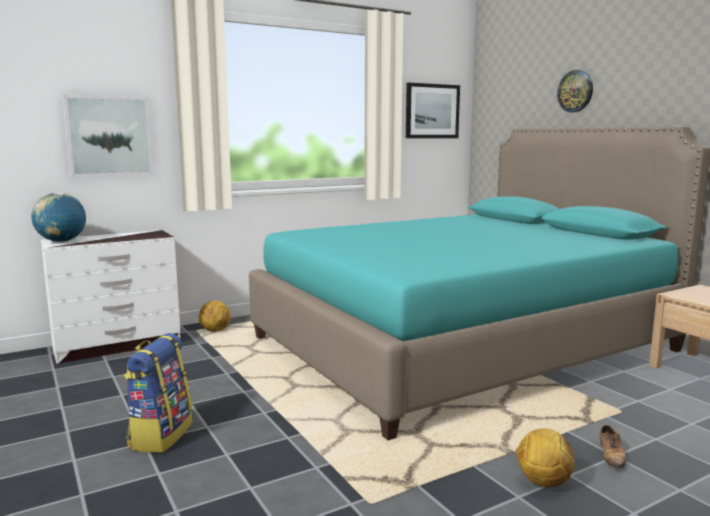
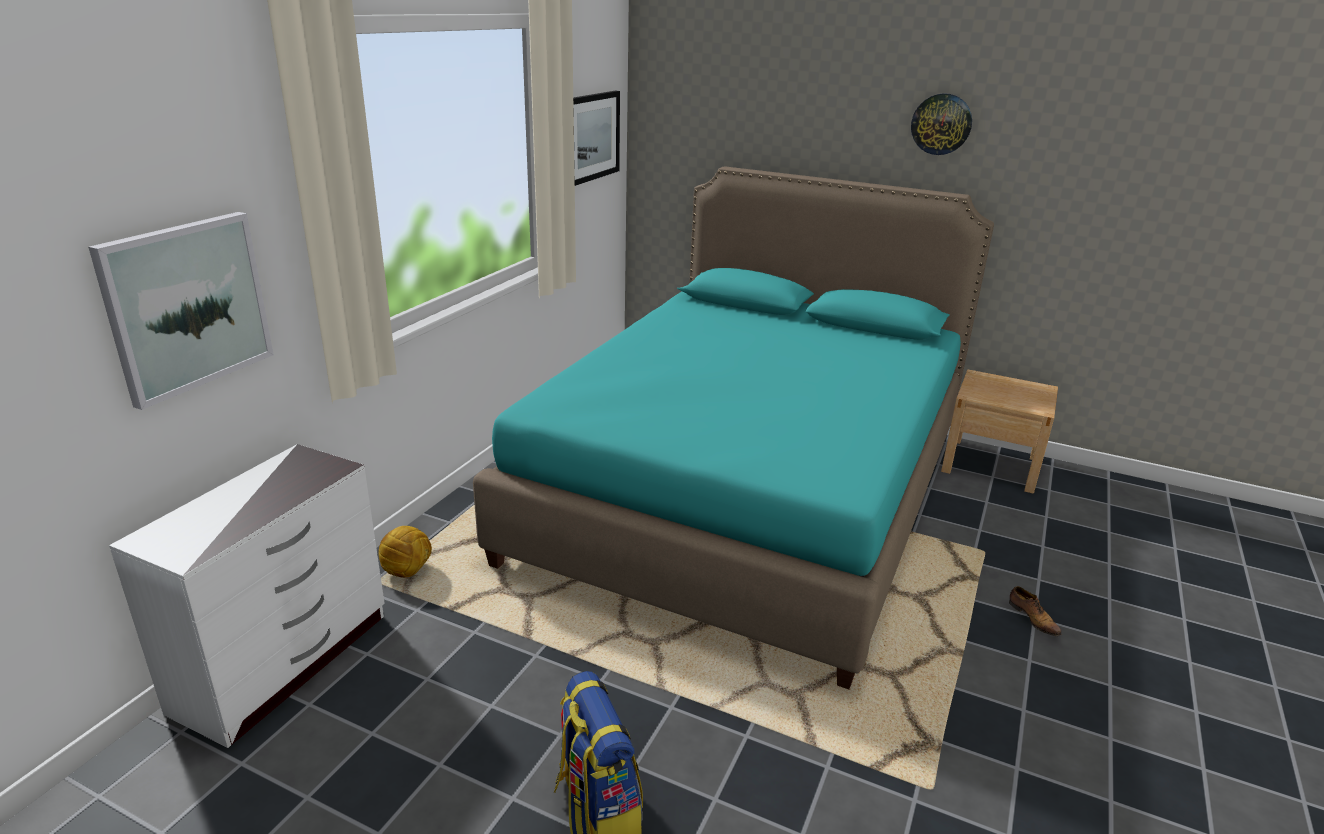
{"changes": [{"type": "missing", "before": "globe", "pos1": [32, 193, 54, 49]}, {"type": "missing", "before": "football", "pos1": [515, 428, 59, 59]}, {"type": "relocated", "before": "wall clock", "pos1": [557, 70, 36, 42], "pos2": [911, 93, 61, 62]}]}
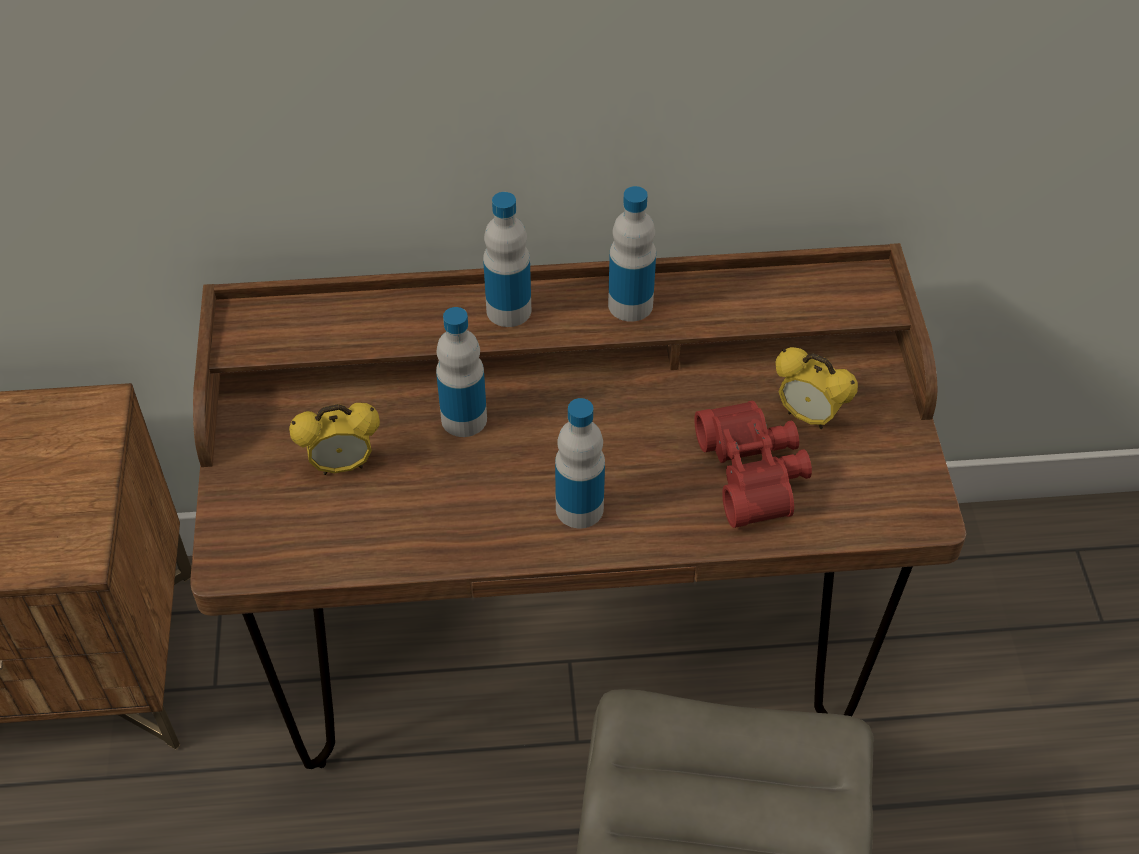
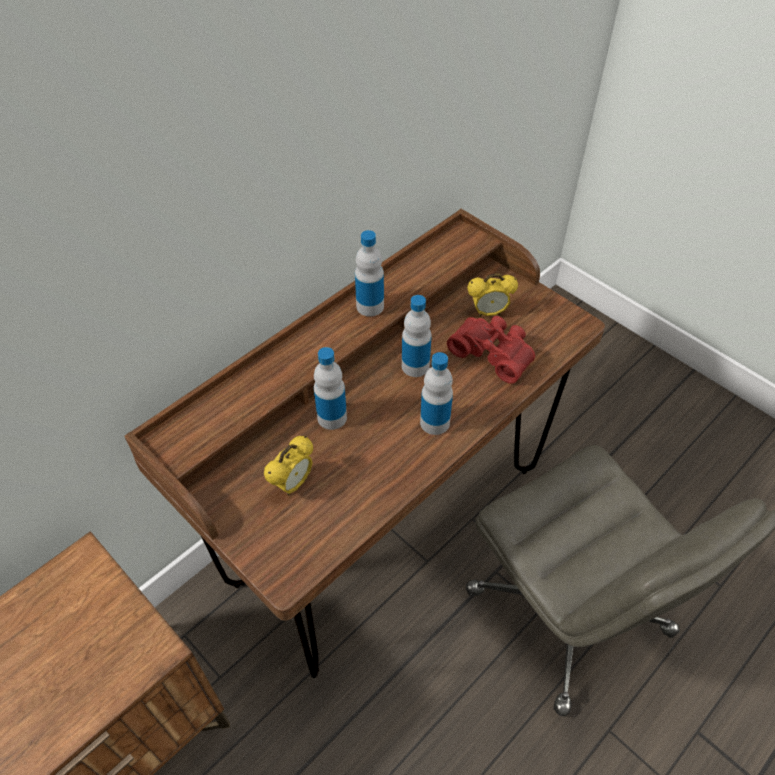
{"changes": [{"type": "relocated", "before": "bottle", "pos1": [483, 192, 48, 135], "pos2": [402, 295, 30, 82]}]}
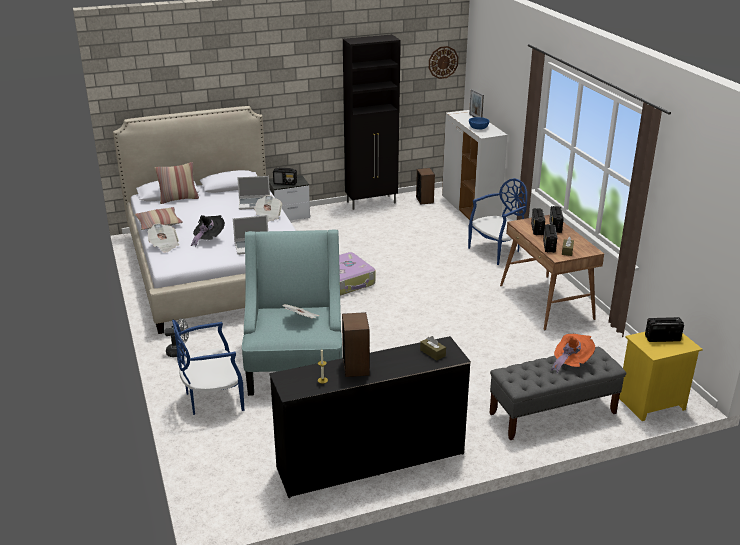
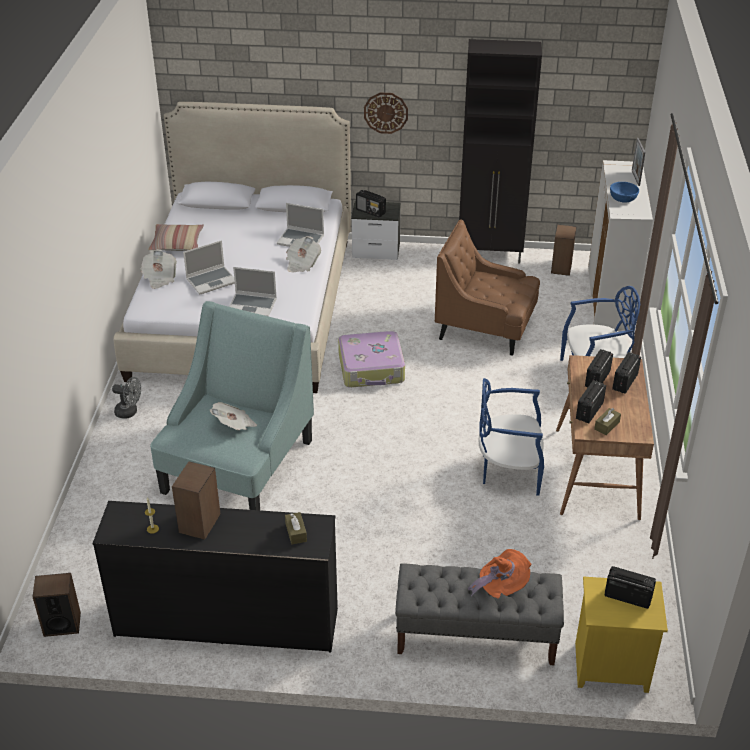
{"changes": [{"type": "missing", "before": "pillow", "pos1": [155, 162, 44, 42]}, {"type": "appeared", "after": "speaker", "pos2": [32, 573, 49, 64]}, {"type": "appeared", "after": "armchair (brown)", "pos2": [435, 220, 105, 136]}, {"type": "relocated", "before": "chair (blue)", "pos1": [172, 320, 72, 95], "pos2": [478, 378, 66, 118]}, {"type": "relocated", "before": "wall clock", "pos1": [429, 46, 29, 33], "pos2": [364, 92, 44, 42]}, {"type": "exchanged", "before": "hat (black)", "after": "laptop", "pos1": [191, 215, 34, 33], "pos2": [183, 240, 52, 54]}]}
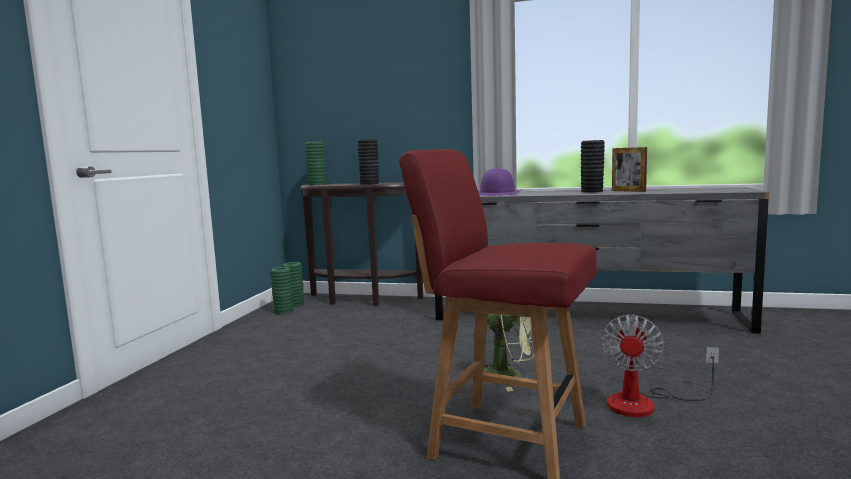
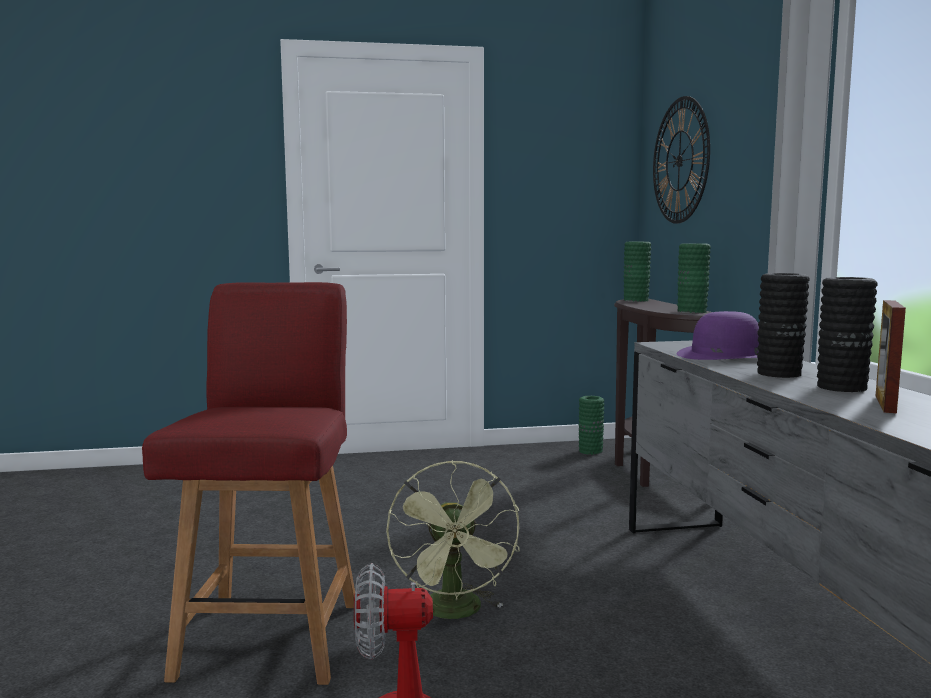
{"changes": [{"type": "appeared", "after": "wall clock", "pos2": [653, 96, 57, 128]}, {"type": "relocated", "before": "vase (green)", "pos1": [270, 267, 24, 47], "pos2": [677, 243, 34, 70]}, {"type": "relocated", "before": "vase (black)", "pos1": [358, 139, 21, 46], "pos2": [757, 273, 52, 105]}]}
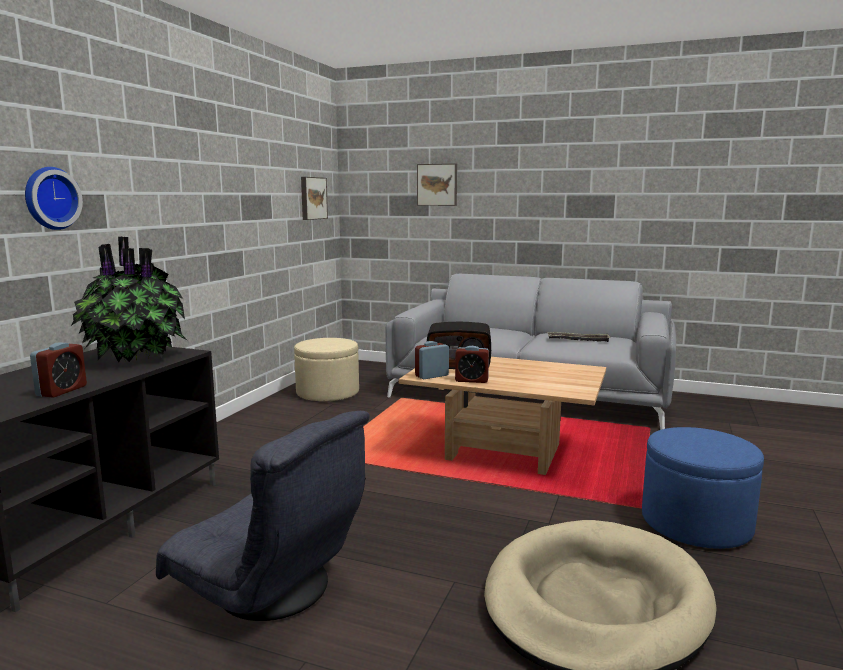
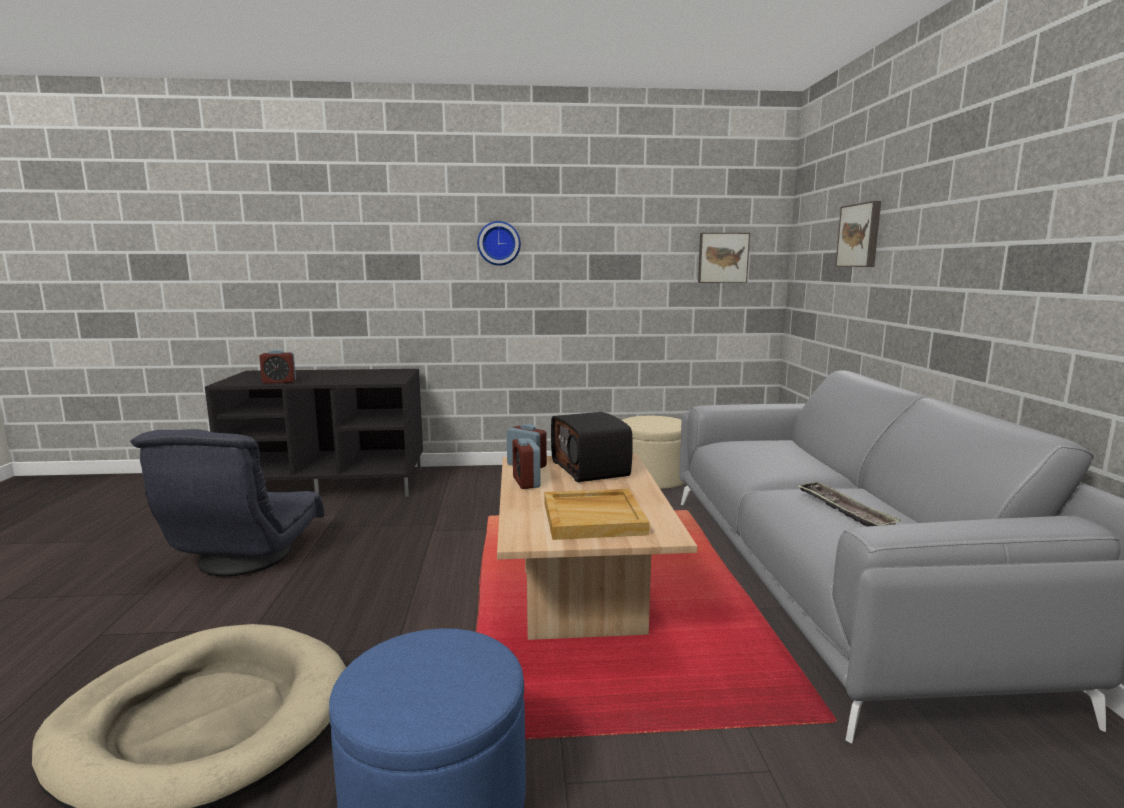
{"changes": [{"type": "missing", "before": "potted plant", "pos1": [71, 237, 117, 126]}, {"type": "appeared", "after": "tray (beige)", "pos2": [544, 489, 106, 51]}, {"type": "relocated", "before": "wall clock", "pos1": [25, 167, 58, 63], "pos2": [477, 221, 44, 45]}]}
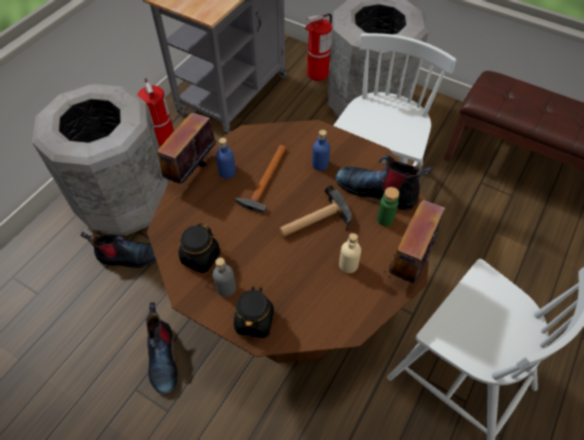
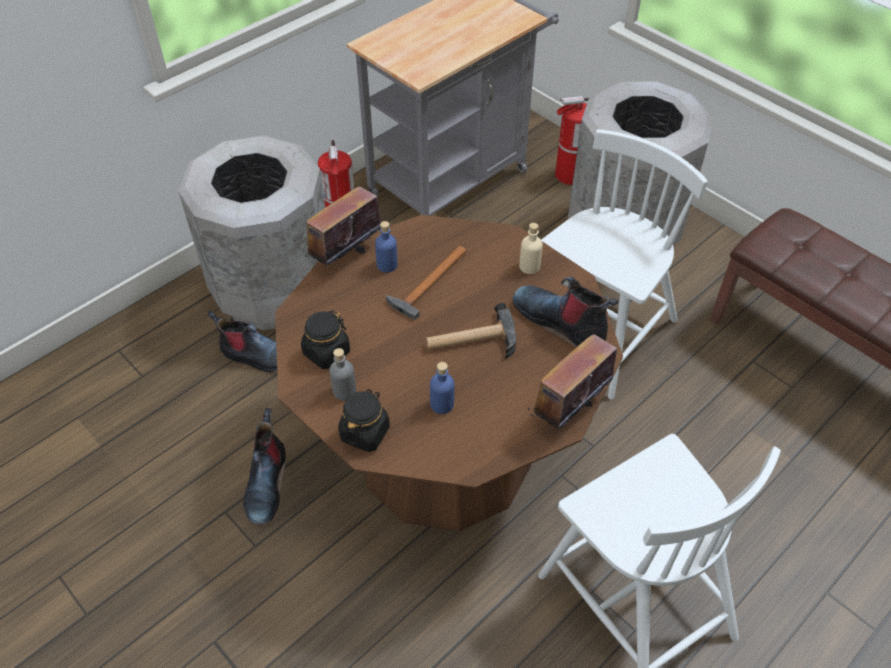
{"changes": [{"type": "missing", "before": "bottle (green)", "pos1": [377, 187, 22, 39]}, {"type": "relocated", "before": "bottle (blue)", "pos1": [312, 130, 18, 40], "pos2": [430, 362, 24, 52]}, {"type": "relocated", "before": "bottle (beige)", "pos1": [339, 233, 22, 40], "pos2": [519, 223, 24, 51]}]}
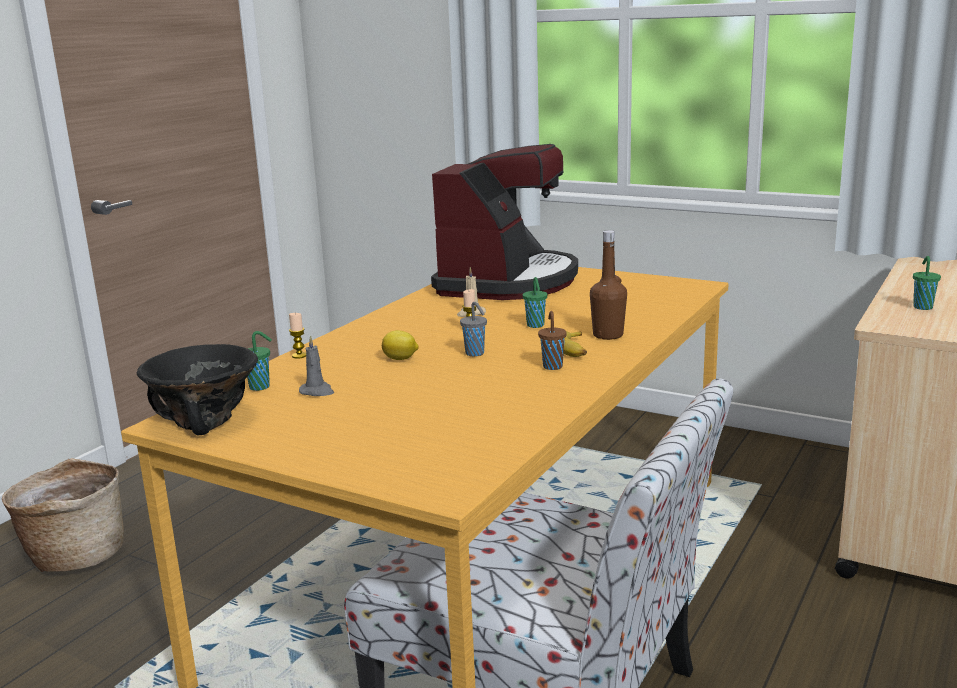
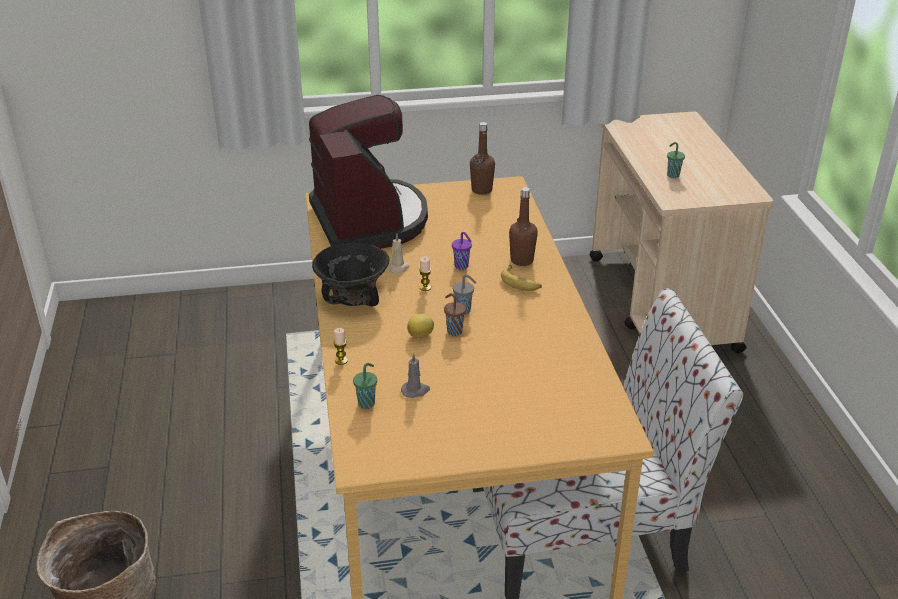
{"changes": [{"type": "appeared", "after": "bottle (brown)", "pos2": [470, 122, 25, 73]}, {"type": "relocated", "before": "bowl (black)", "pos1": [137, 344, 121, 92], "pos2": [312, 242, 78, 65]}, {"type": "relocated", "before": "cup (brown)", "pos1": [538, 311, 29, 59], "pos2": [444, 293, 22, 43]}, {"type": "colour", "before": "cup (green)", "after": "cup (purple)", "pos1": [523, 277, 24, 51], "pos2": [452, 232, 20, 38]}]}
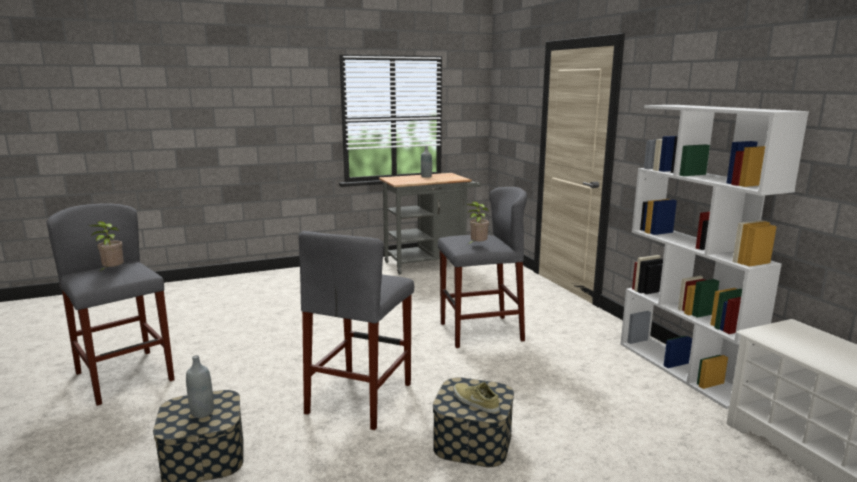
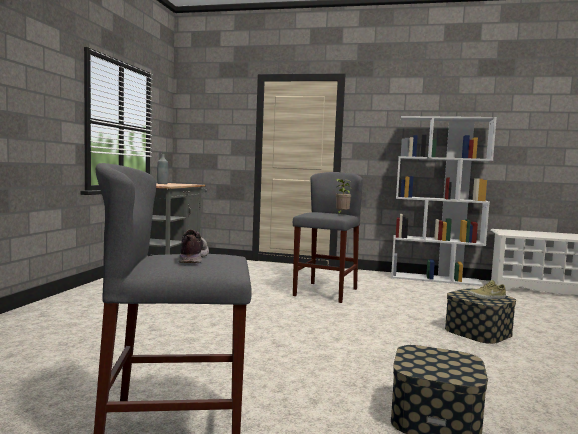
{"changes": [{"type": "missing", "before": "bottle (grey)", "pos1": [186, 355, 28, 63]}, {"type": "missing", "before": "stool (grey)", "pos1": [299, 231, 115, 199]}, {"type": "exchanged", "before": "potted plant", "after": "shoe", "pos1": [89, 221, 35, 51], "pos2": [179, 229, 30, 34]}]}
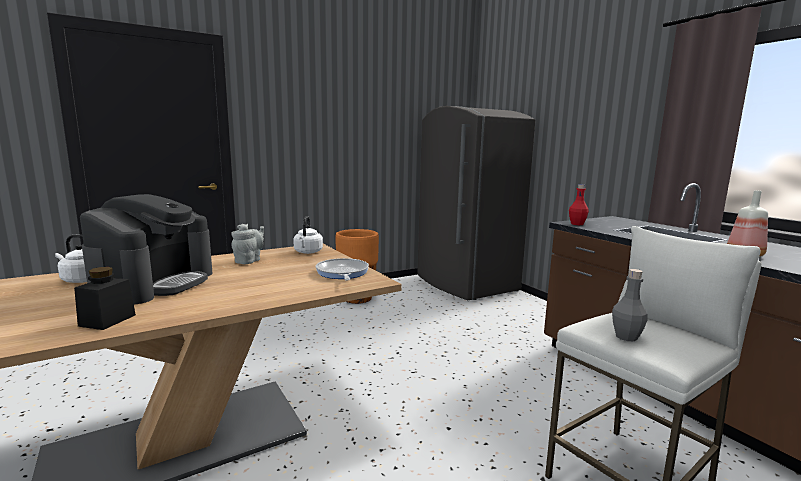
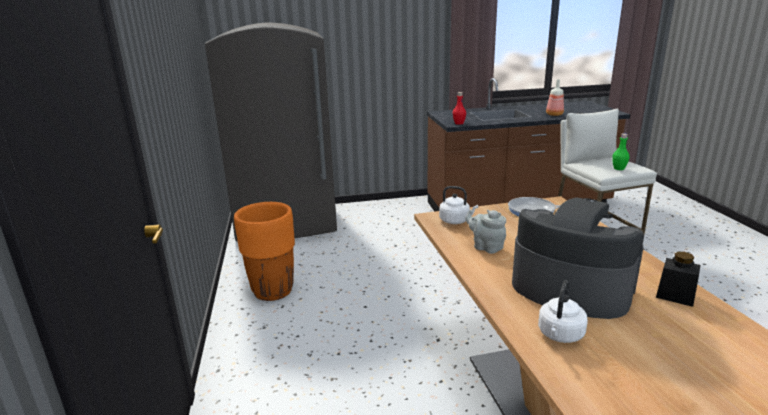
{"changes": [{"type": "colour", "before": "bottle (grey)", "after": "bottle (green)", "pos1": [612, 269, 36, 72], "pos2": [612, 133, 17, 37]}]}
